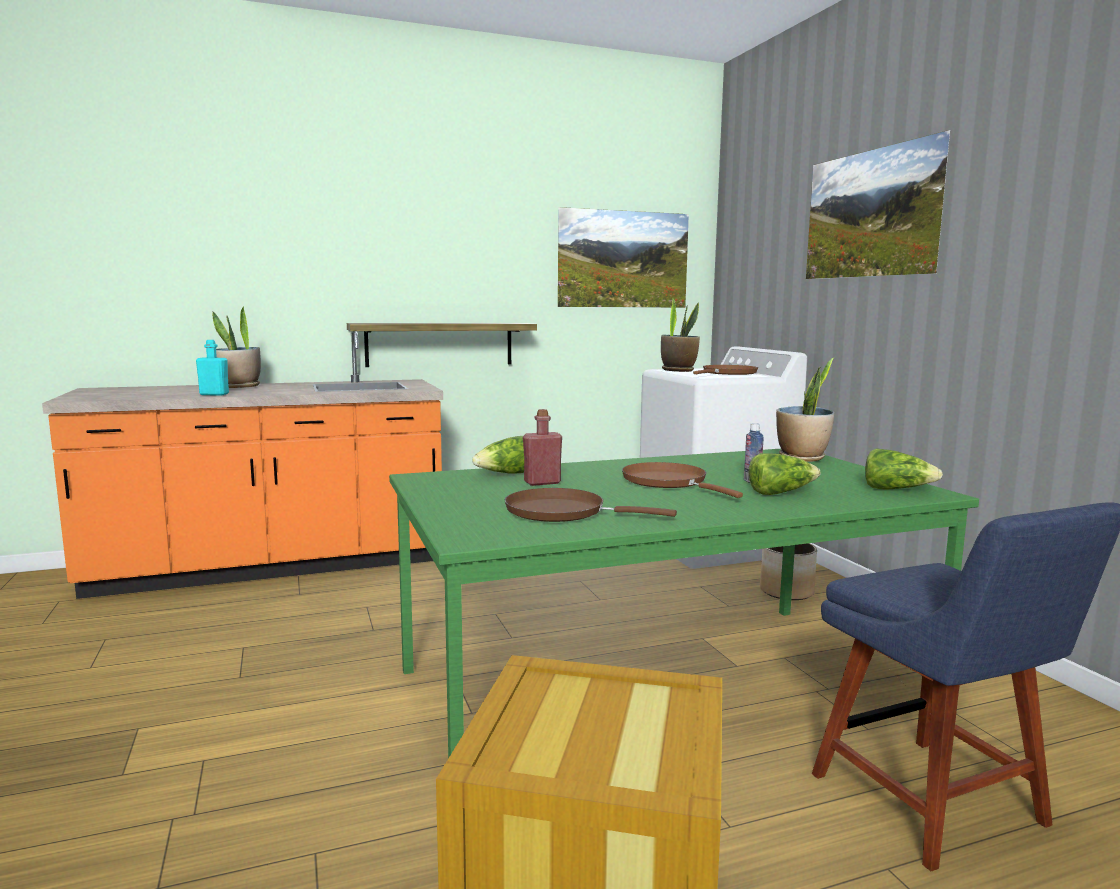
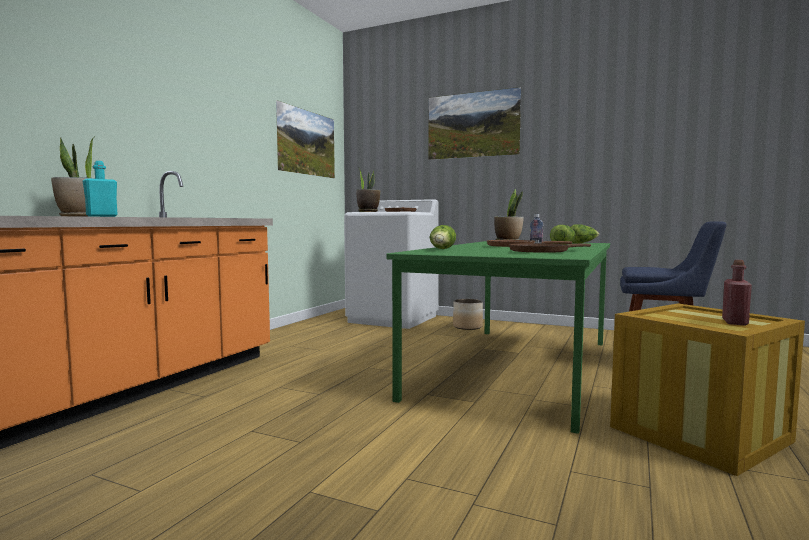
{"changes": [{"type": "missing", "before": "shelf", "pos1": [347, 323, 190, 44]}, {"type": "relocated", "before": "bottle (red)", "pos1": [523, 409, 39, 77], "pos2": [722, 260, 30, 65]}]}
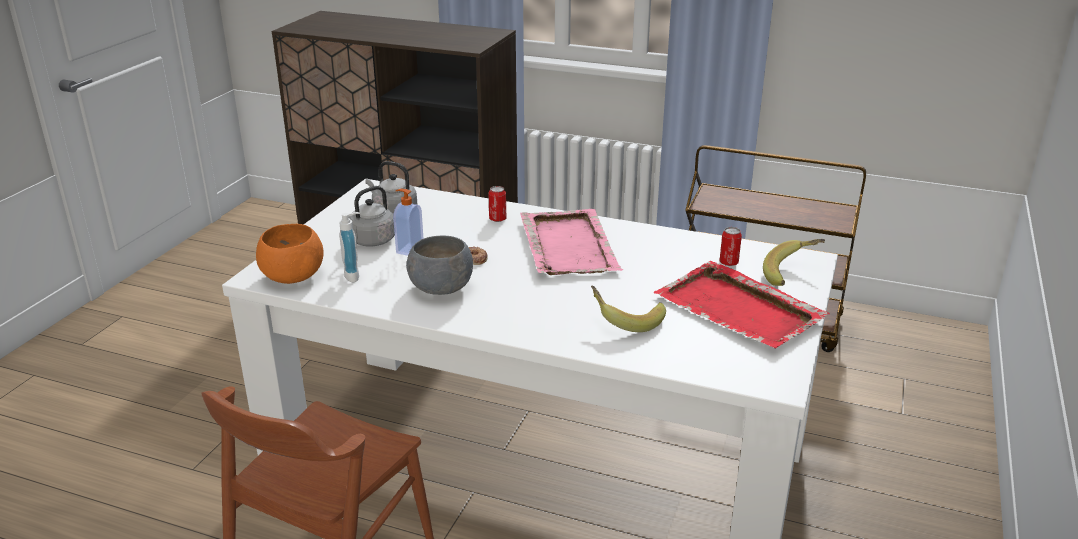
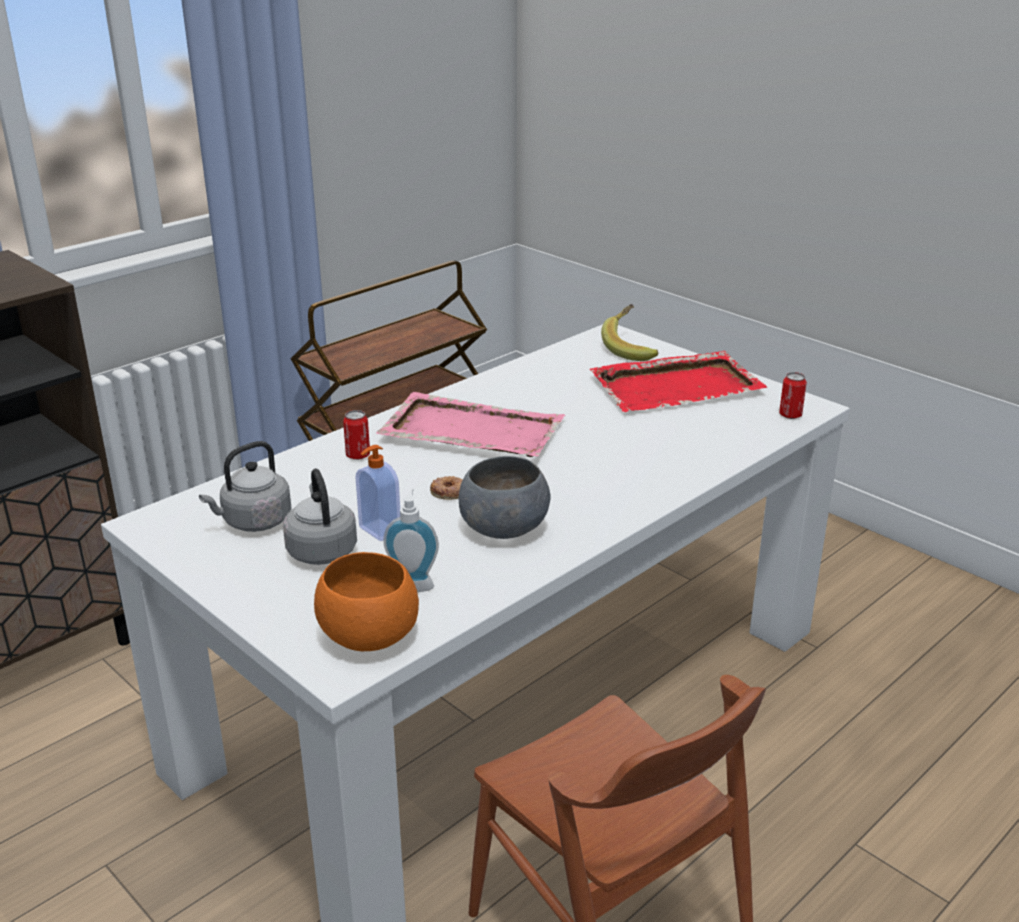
{"changes": [{"type": "missing", "before": "banana", "pos1": [591, 286, 75, 46]}, {"type": "relocated", "before": "can", "pos1": [719, 227, 23, 39], "pos2": [779, 372, 28, 47]}]}
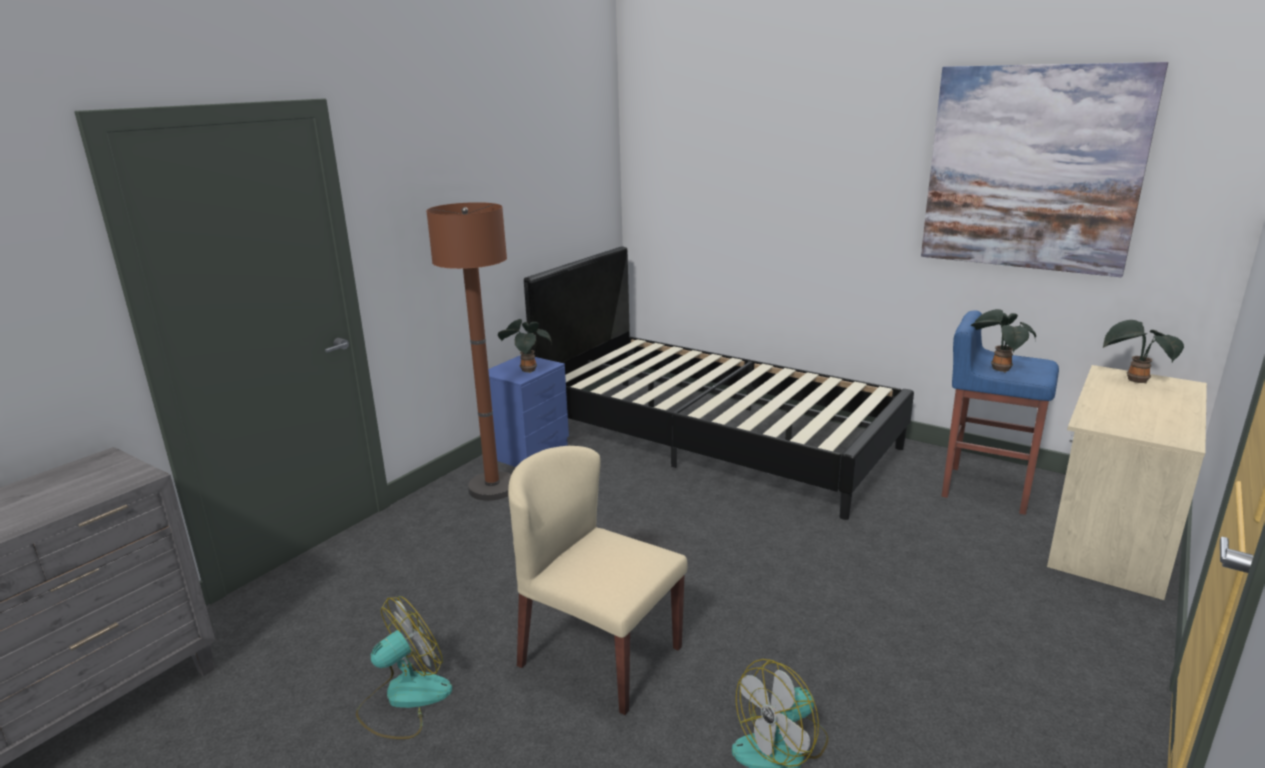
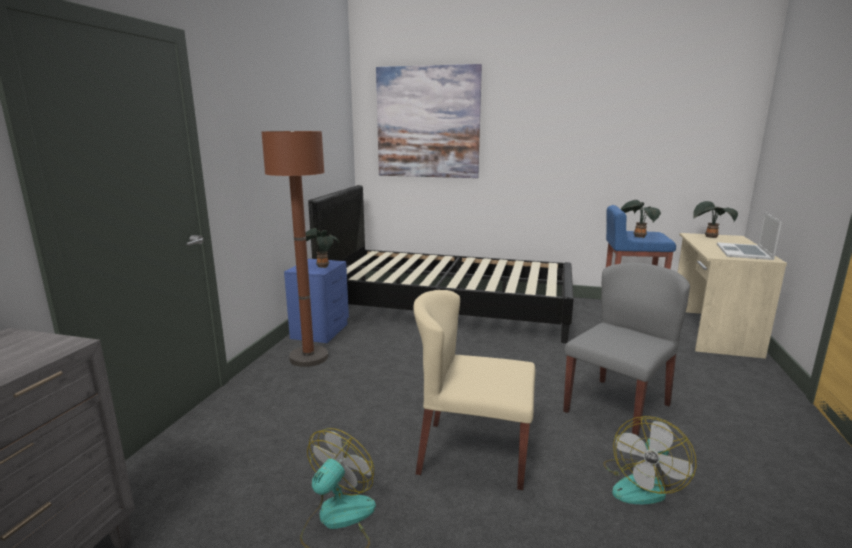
{"changes": [{"type": "appeared", "after": "chair (grey)", "pos2": [563, 263, 127, 174]}, {"type": "appeared", "after": "laptop", "pos2": [717, 212, 65, 48]}, {"type": "relocated", "before": "picture", "pos1": [921, 62, 247, 215], "pos2": [376, 64, 106, 114]}]}
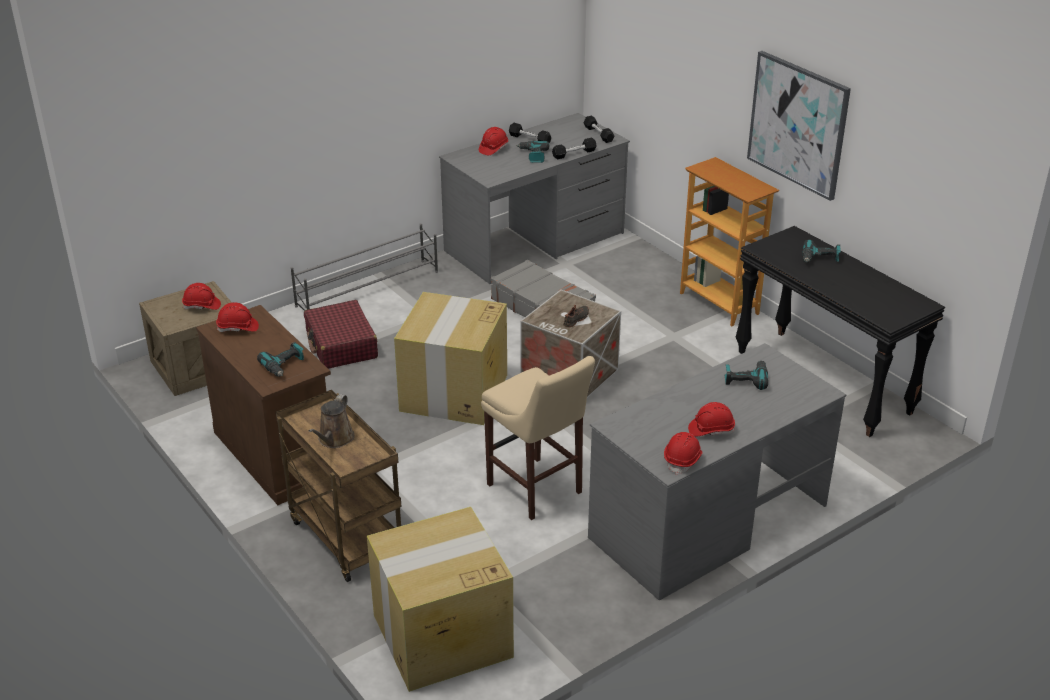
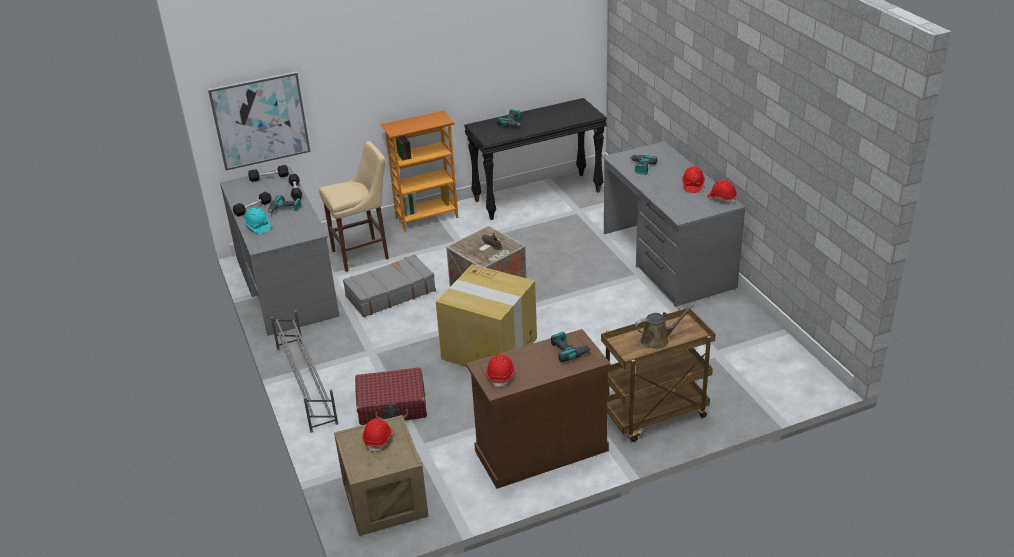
{"changes": [{"type": "missing", "before": "cardboard box", "pos1": [367, 507, 147, 185]}, {"type": "relocated", "before": "stool (beige)", "pos1": [481, 356, 114, 164], "pos2": [319, 141, 70, 131]}, {"type": "relocated", "before": "picture", "pos1": [747, 51, 104, 150], "pos2": [208, 71, 102, 100]}, {"type": "colour", "before": "hard hat (red)", "after": "hard hat (turquoise)", "pos1": [479, 127, 29, 28], "pos2": [244, 207, 27, 27]}, {"type": "spun", "before": "watering can (brown)", "pos1": [309, 394, 46, 54], "pos2": [635, 305, 59, 44], "turn": -45}]}
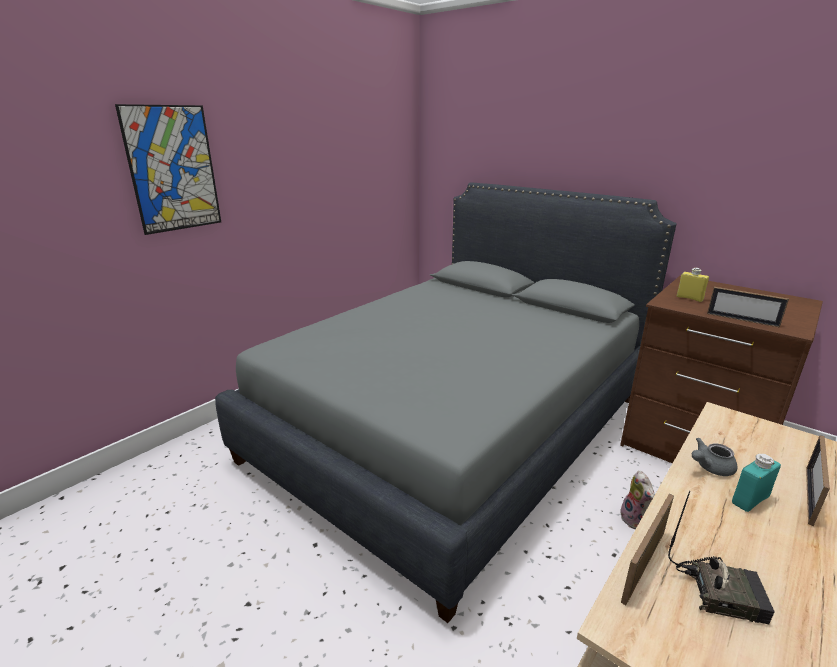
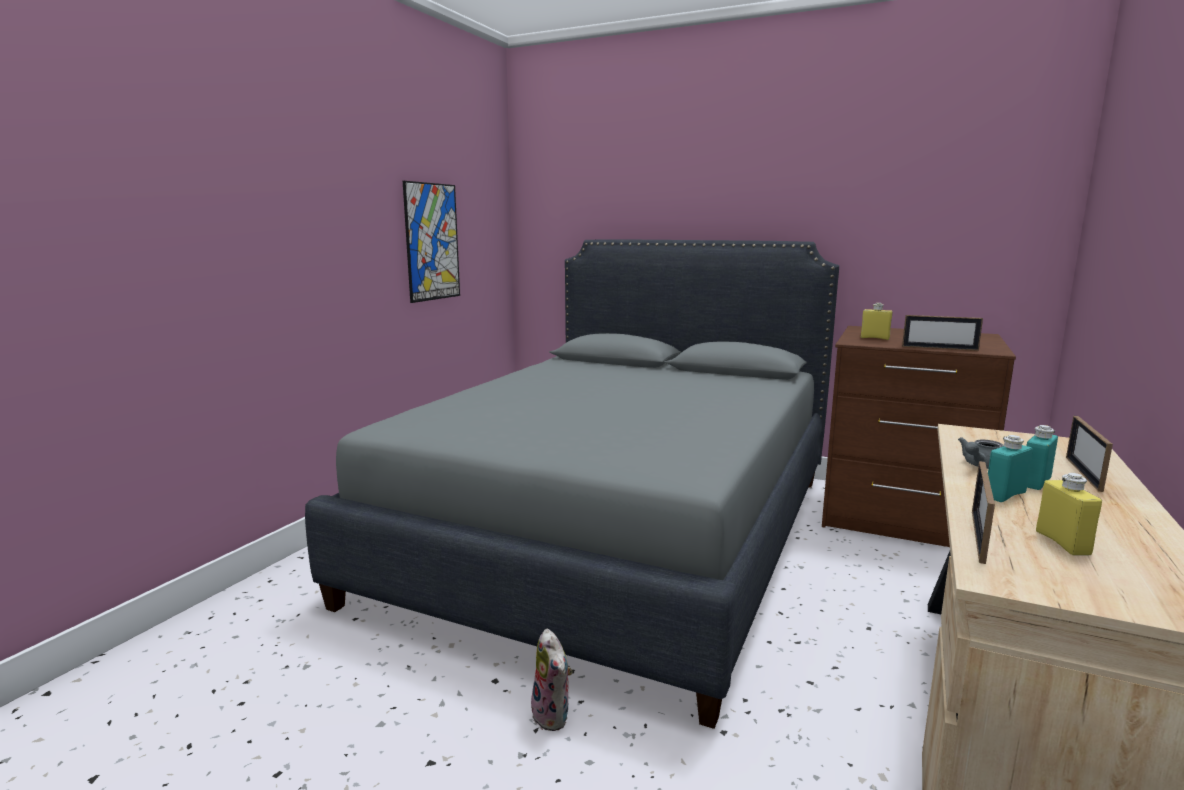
{"changes": [{"type": "appeared", "after": "bottle (turquoise)", "pos2": [988, 435, 45, 67]}, {"type": "relocated", "before": "picture", "pos1": [115, 104, 106, 131], "pos2": [403, 181, 57, 122]}, {"type": "relocated", "before": "plush toy", "pos1": [620, 471, 35, 58], "pos2": [531, 629, 42, 102]}, {"type": "exchanged", "before": "radio", "after": "bottle (yellow)", "pos1": [668, 491, 107, 133], "pos2": [1036, 473, 66, 83]}]}
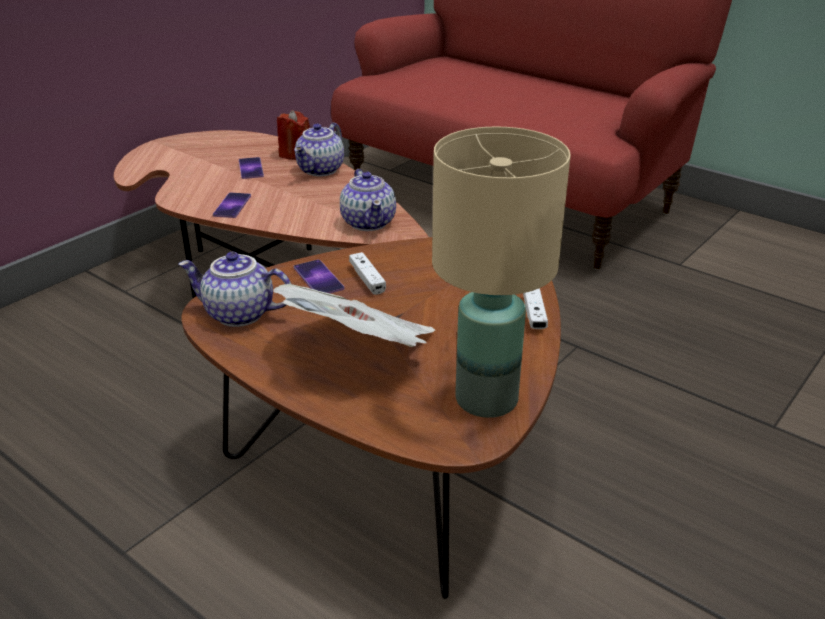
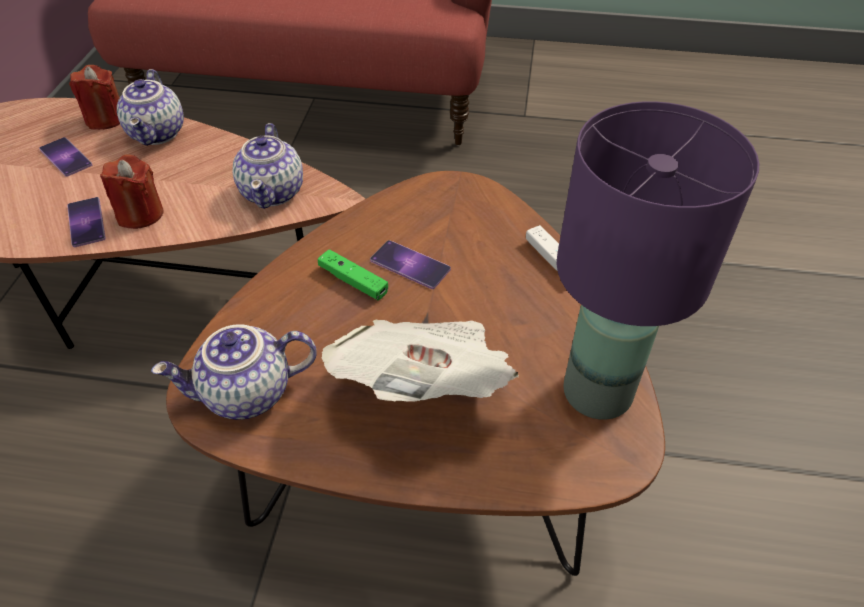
{"changes": [{"type": "appeared", "after": "candle (red)", "pos2": [100, 154, 64, 75]}, {"type": "relocated", "before": "phone", "pos1": [294, 260, 50, 33], "pos2": [370, 240, 81, 49]}, {"type": "colour", "before": "game controller (white)", "after": "game controller (green)", "pos1": [349, 252, 37, 43], "pos2": [318, 249, 70, 51]}, {"type": "colour", "before": "table lamp (beige)", "after": "table lamp (purple)", "pos1": [432, 127, 139, 291], "pos2": [557, 101, 202, 319]}, {"type": "spun", "before": "teapot", "pos1": [340, 169, 56, 62], "pos2": [233, 123, 70, 86], "turn": 45}]}
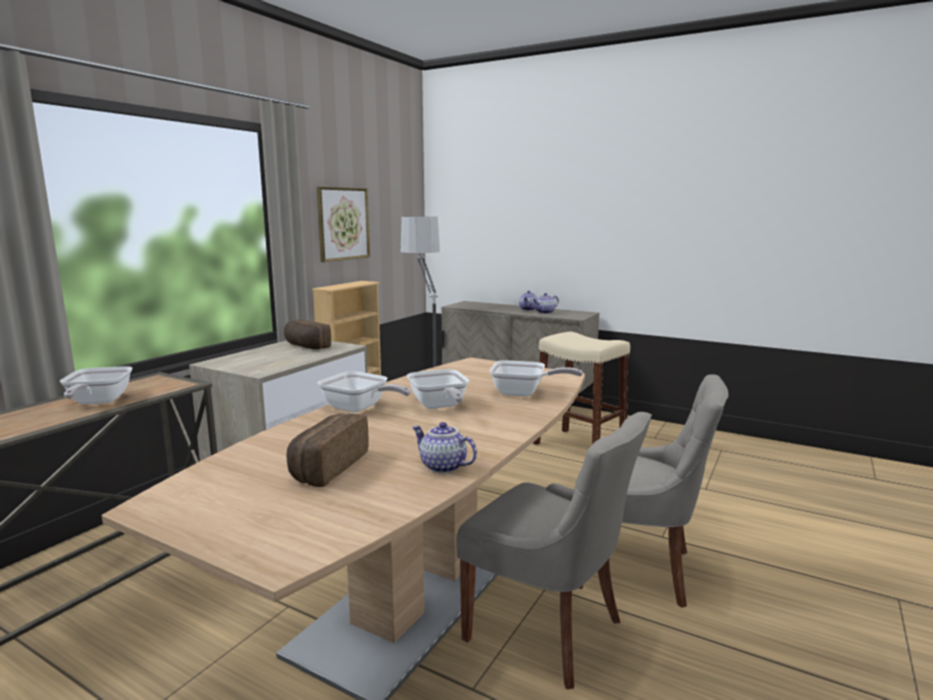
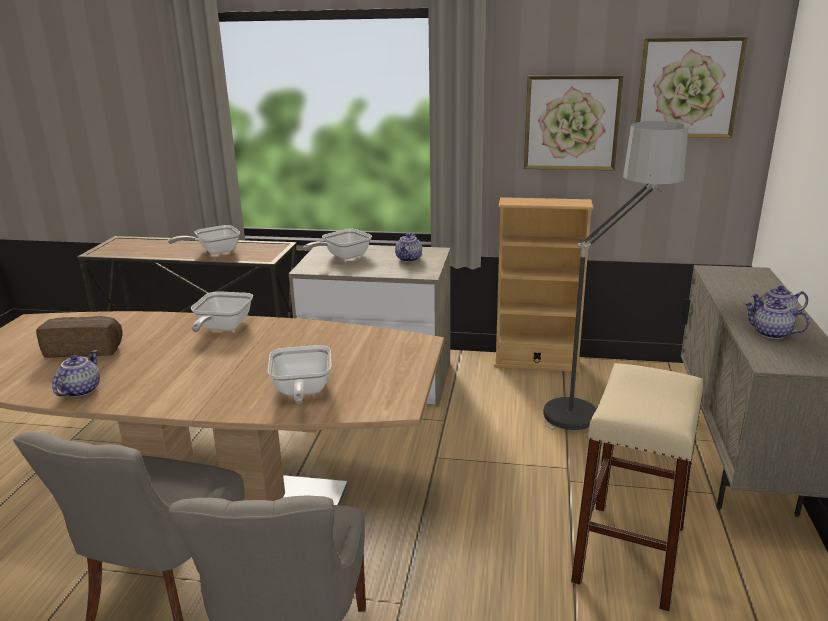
{"changes": [{"type": "appeared", "after": "picture", "pos2": [636, 37, 112, 101]}, {"type": "relocated", "before": "frying pan", "pos1": [407, 369, 62, 40], "pos2": [303, 229, 69, 31]}, {"type": "exchanged", "before": "bread", "after": "teapot", "pos1": [284, 319, 47, 30], "pos2": [395, 233, 27, 29]}]}
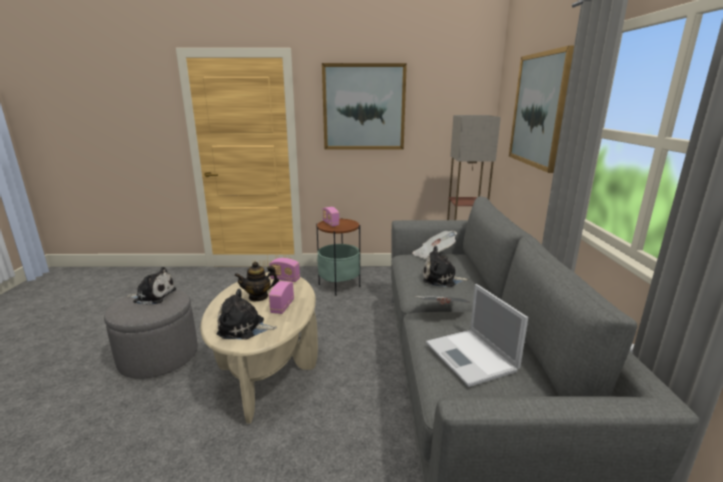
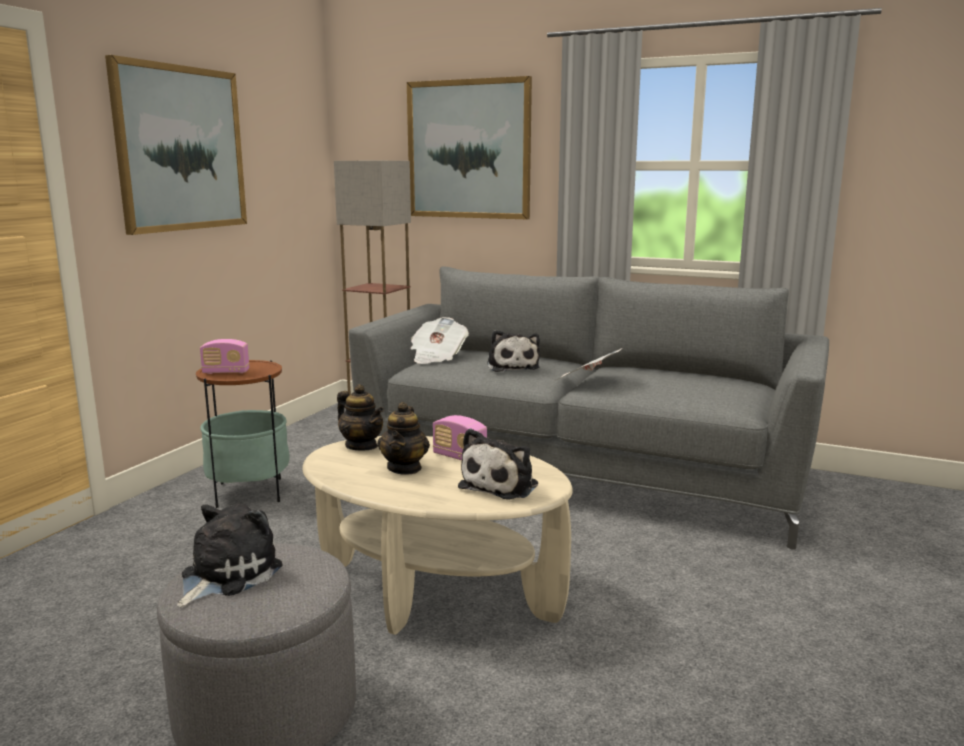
{"changes": [{"type": "missing", "before": "laptop", "pos1": [426, 284, 102, 103]}, {"type": "exchanged", "before": "radio", "after": "teapot", "pos1": [269, 258, 31, 24], "pos2": [337, 384, 47, 67]}, {"type": "spun", "before": "plush toy", "pos1": [423, 246, 47, 41], "pos2": [487, 330, 53, 42], "turn": -45}]}
